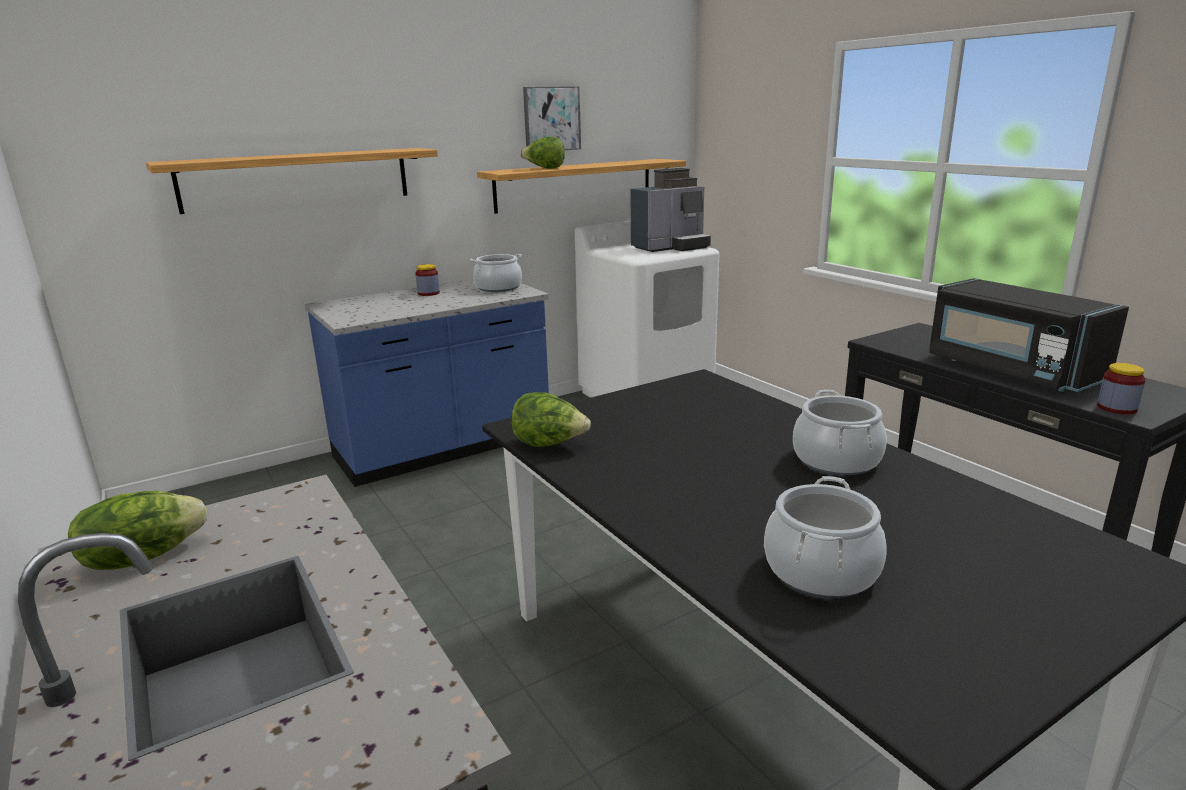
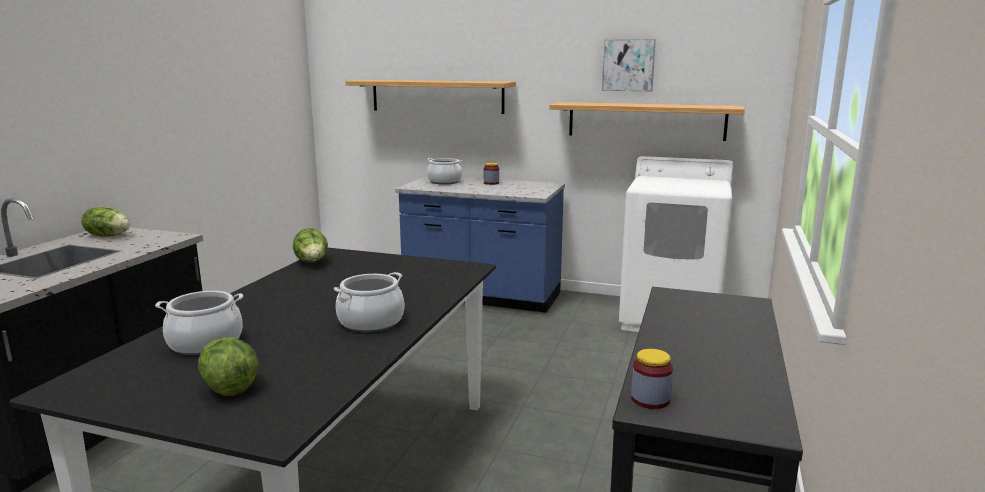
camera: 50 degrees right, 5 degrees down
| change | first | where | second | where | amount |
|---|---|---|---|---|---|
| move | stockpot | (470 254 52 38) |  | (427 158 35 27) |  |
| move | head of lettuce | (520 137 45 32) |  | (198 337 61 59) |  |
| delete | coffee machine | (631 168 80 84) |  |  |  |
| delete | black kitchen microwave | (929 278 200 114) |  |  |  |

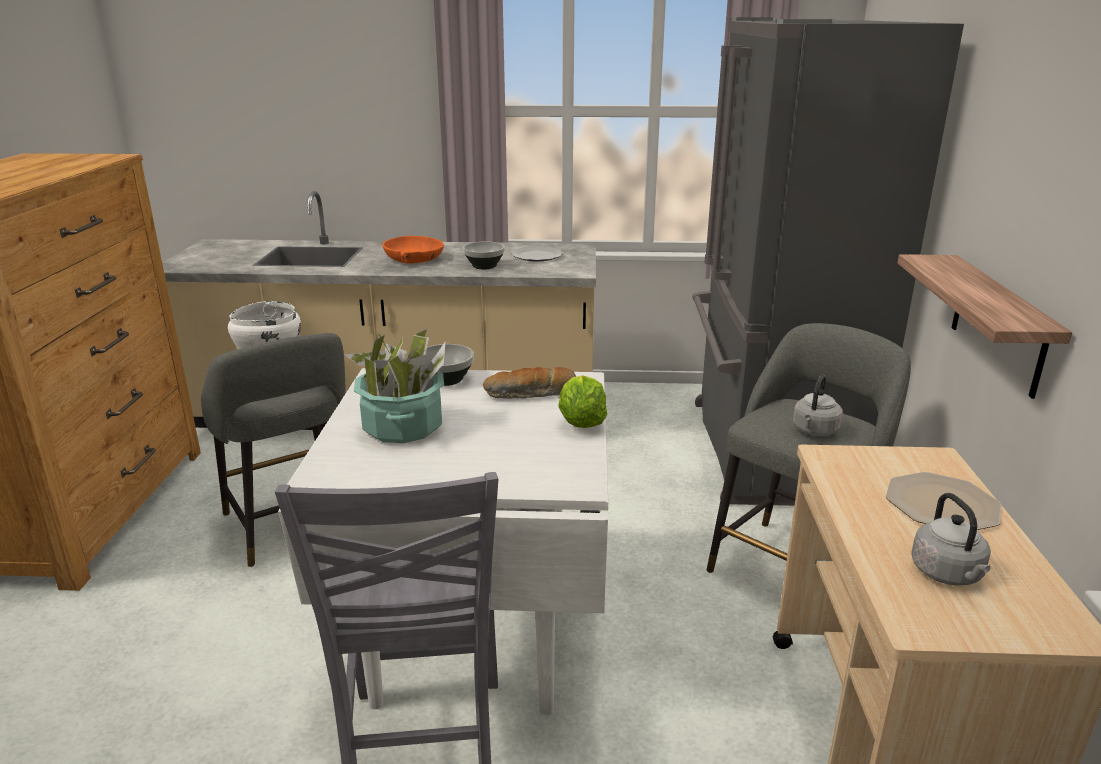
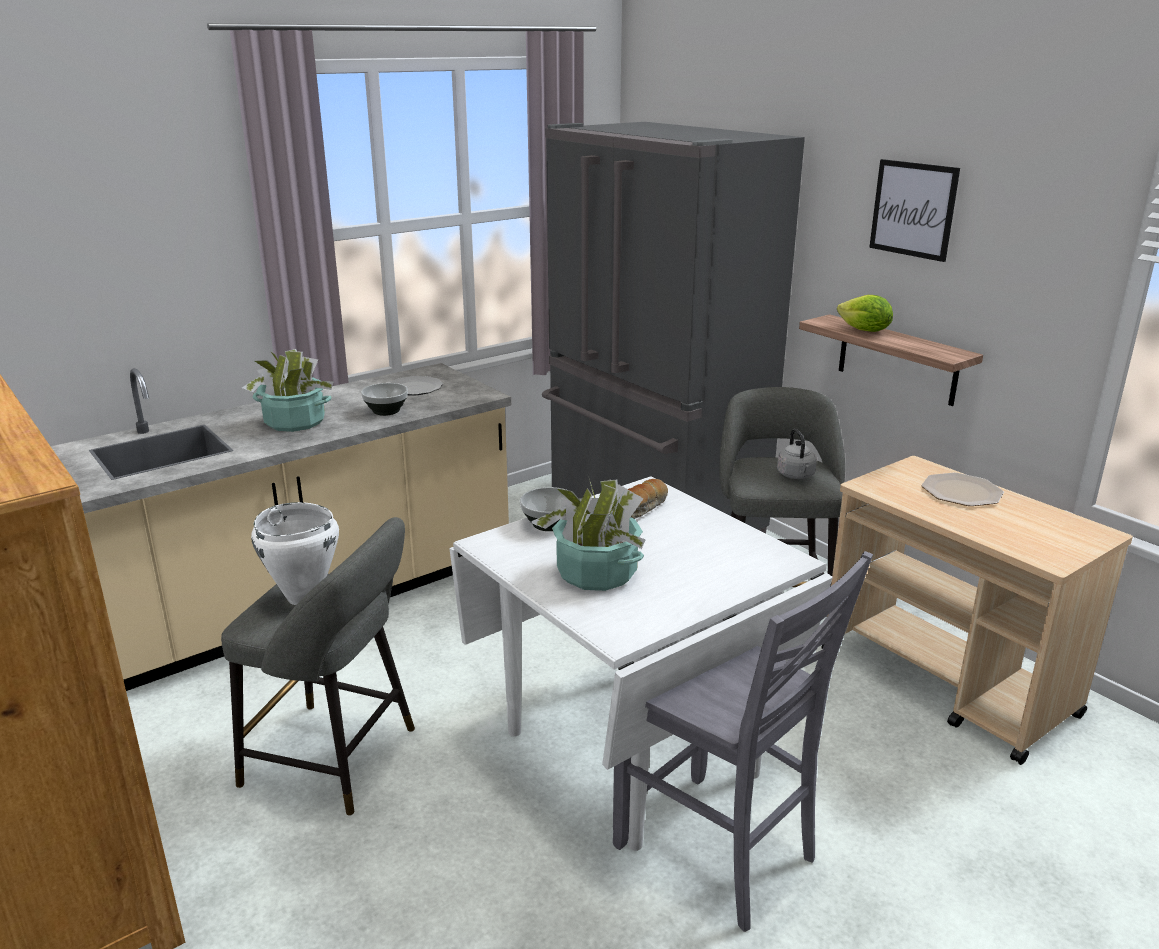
camera: 40 degrees left, 0 degrees up
| change | first | where | second | where | amount |
|---|---|---|---|---|---|
| replace | orangey serving bowl | (382 236 62 28) | plant in a pot | (242 349 91 83) |  |
| move | head of lettuce | (558 376 49 52) |  | (837 295 56 37) |  |
| delete | greyish water kettle | (911 493 80 93) |  |  |  |
| insert |  |  | wall picture | (869 159 91 103) |  |

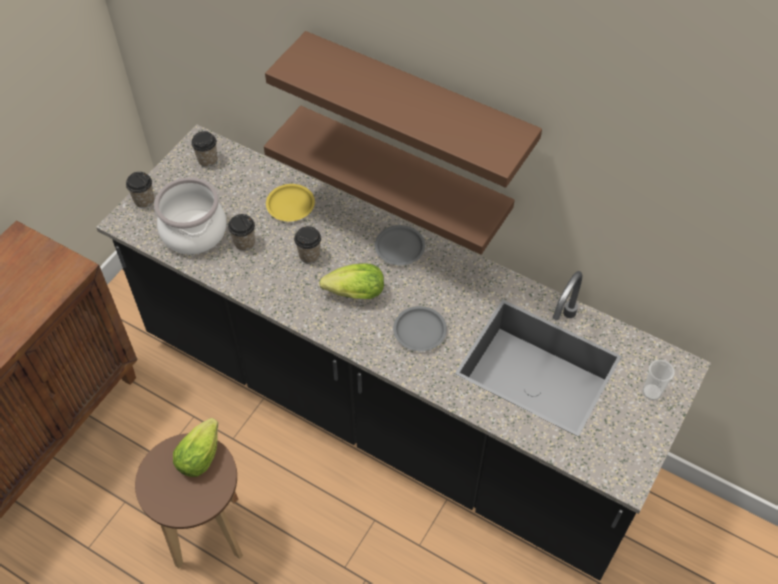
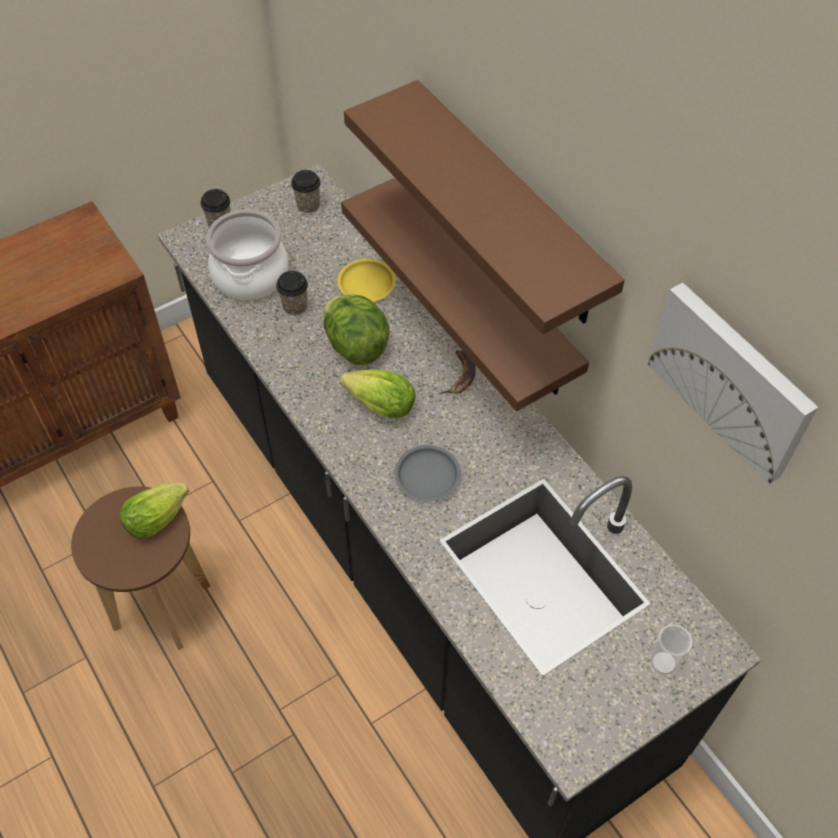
camera: 25 degrees right, 0 degrees up
| change | first | where | second | where | amount |
|---|---|---|---|---|---|
| replace | small cup | (294 226 27 37) | head of lettuce | (323 294 66 71) |  |
| replace | greyish flat dish | (375 225 50 40) | banana | (439 350 37 44) |  |
| insert |  |  | wall picture | (648 283 170 202) |  |

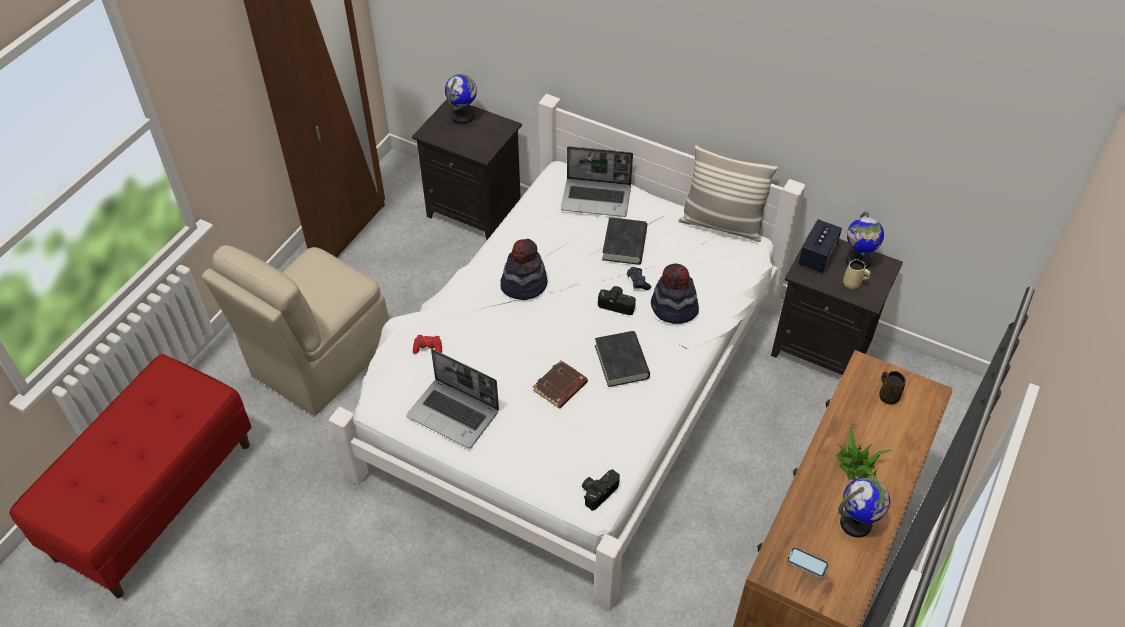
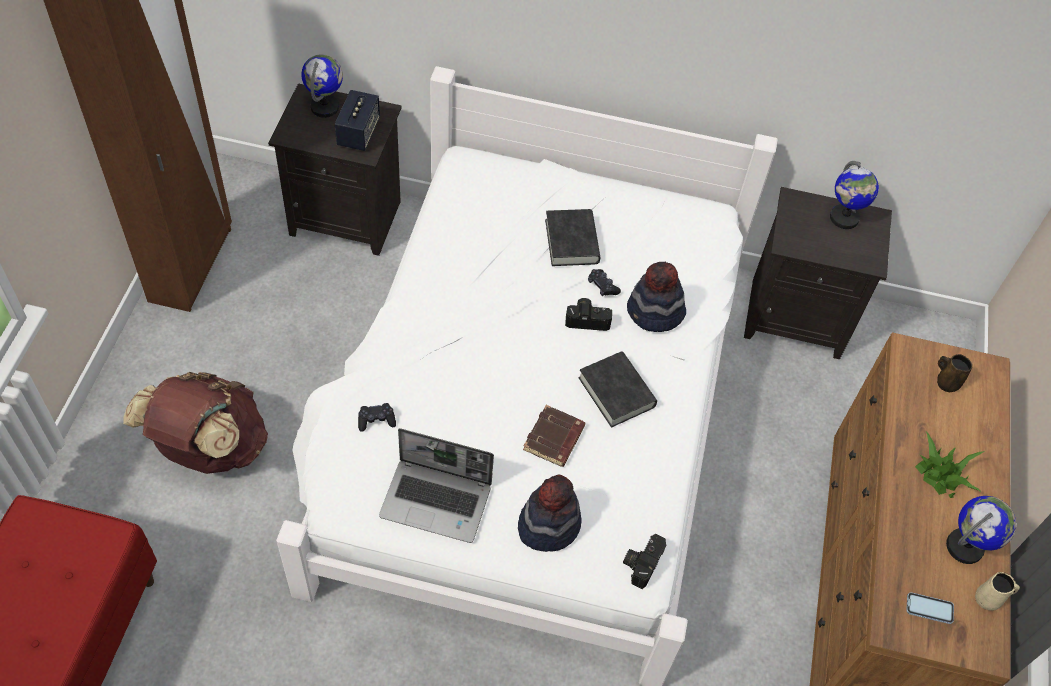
camera: 20 degrees left, 5 degrees up
| change | first | where | second | where | amount |
|---|---|---|---|---|---|
| replace | beige-coloured upright chair | (202 245 187 171) | brownish rucksack | (123 372 145 102) |  |
| recolor | red-coloured game controller | (413 335 29 19) | black game controller | (358 403 38 29) |  |
| move | clothing hat | (500 239 47 61) |  | (518 474 63 78) |  |
| delete | notebook computer | (561 146 72 71) |  |  |  |
| delete | throw pillow | (679 145 99 97) |  |  |  |
| move | loudspeaker | (798 219 44 54) |  | (335 90 45 61) |  |
| move | beige-coloured mug | (843 259 27 31) |  | (975 572 45 39) |  |

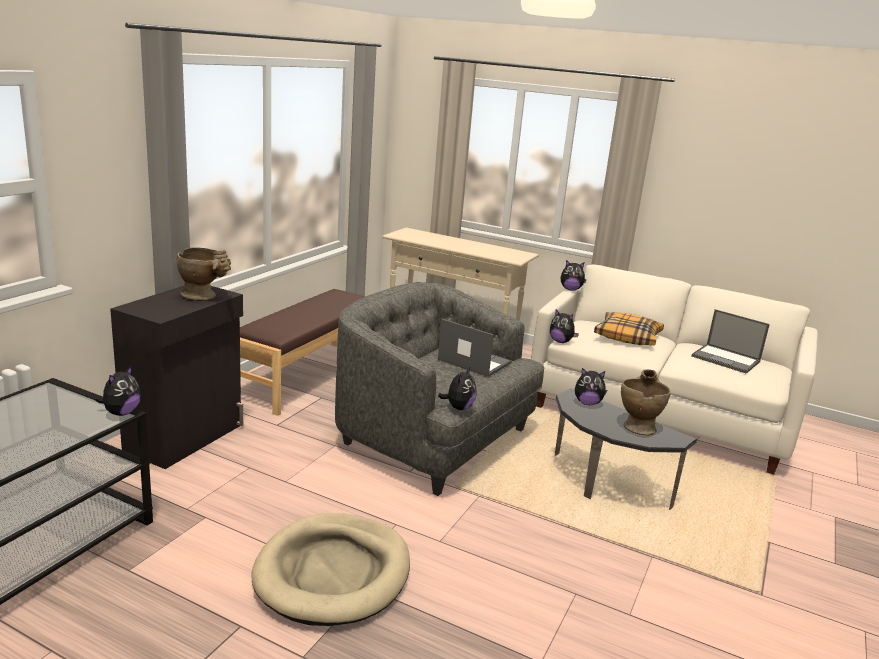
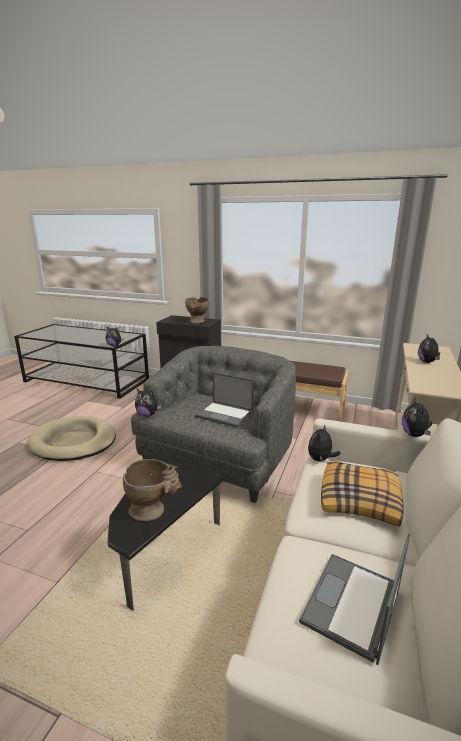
camera: 85 degrees right, 0 degrees up
| change | first | where | second | where | amount |
|---|---|---|---|---|---|
| rotate | notebook computer | (438 319 74 58) |  | (195 373 59 55) | 90 degrees clockwise |
| move | cuddly toy | (575 368 32 37) |  | (418 335 22 28) |  |

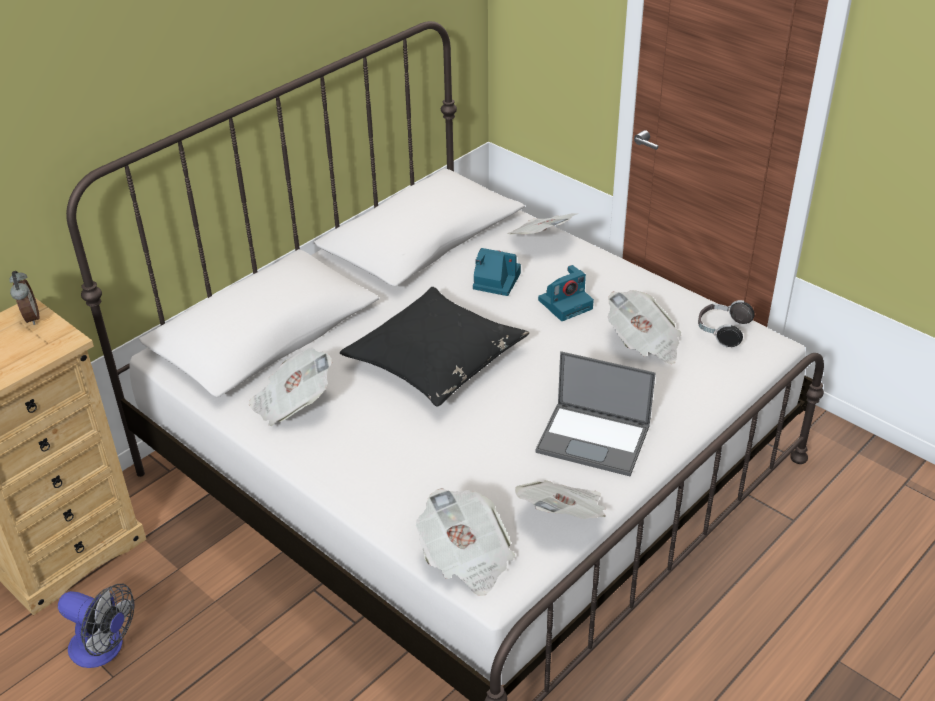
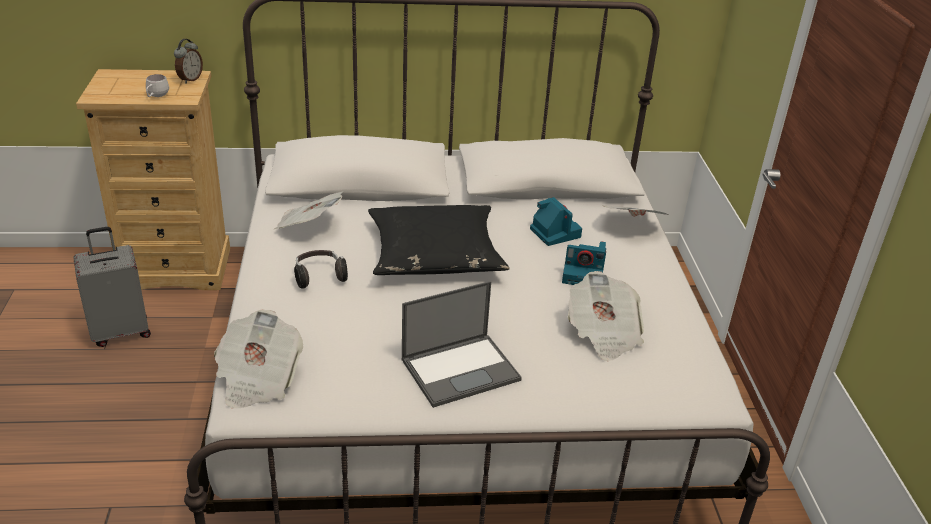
camera: 40 degrees right, 5 degrees down
| change | first | where | second | where | amount |
|---|---|---|---|---|---|
| replace | fan | (58 584 77 84) | greyish travel case | (73 227 78 120) |  |
| delete | daily paper | (515 480 91 39) |  |  |  |
| rotate | notebook computer | (535 351 120 125) |  | (402 281 120 127) | 90 degrees counterclockwise |
| move | headphones | (698 300 57 48) |  | (294 250 54 39) |  |
| insert |  |  | white mug | (146 74 23 23) |  |

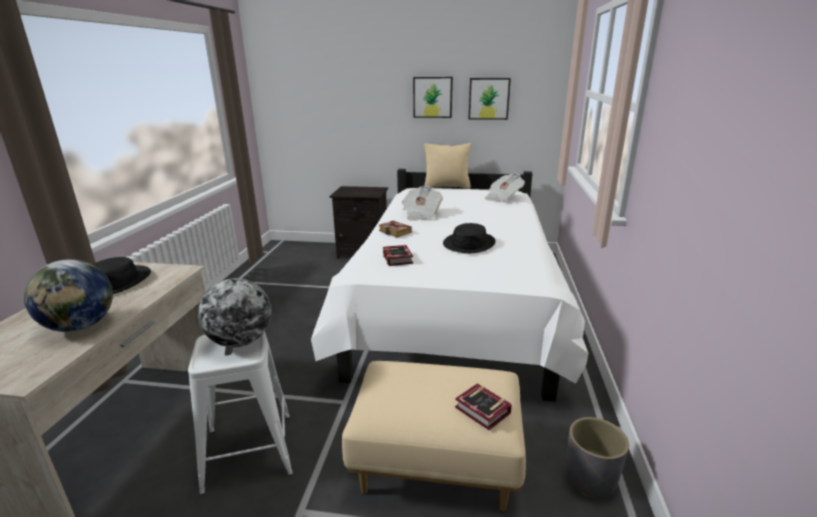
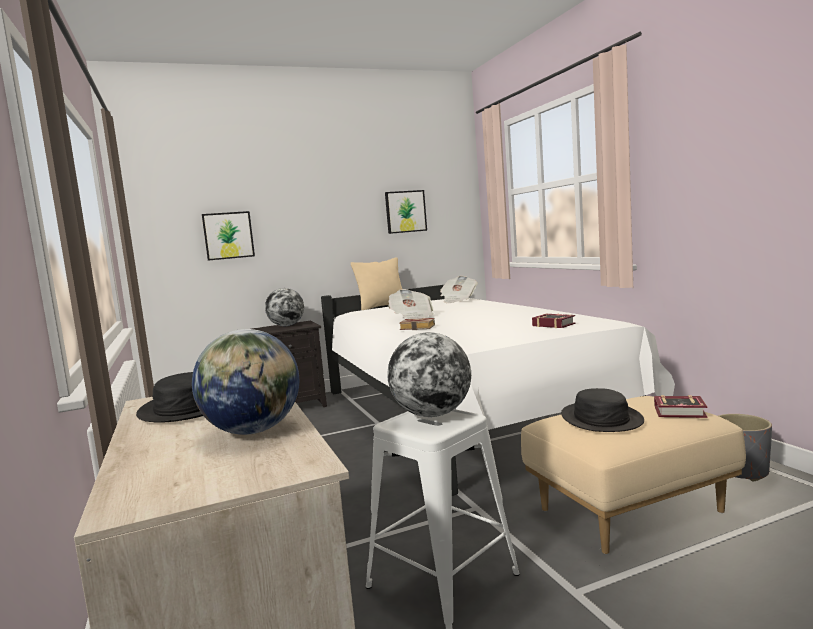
camera: 30 degrees left, 15 degrees down
| change | first | where | second | where | amount |
|---|---|---|---|---|---|
| move | book | (383 245 30 21) |  | (532 314 44 14) |  |
| move | wall picture | (413 77 40 41) |  | (202 211 53 50) |  |
| move | black clothing hat | (443 223 53 30) |  | (561 388 83 44) |  |
| insert |  |  | world globe | (265 288 39 38) |  |

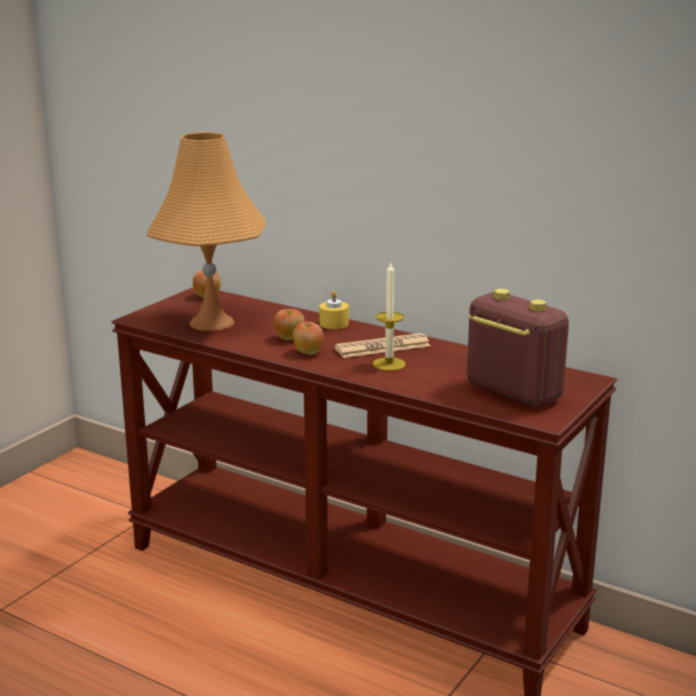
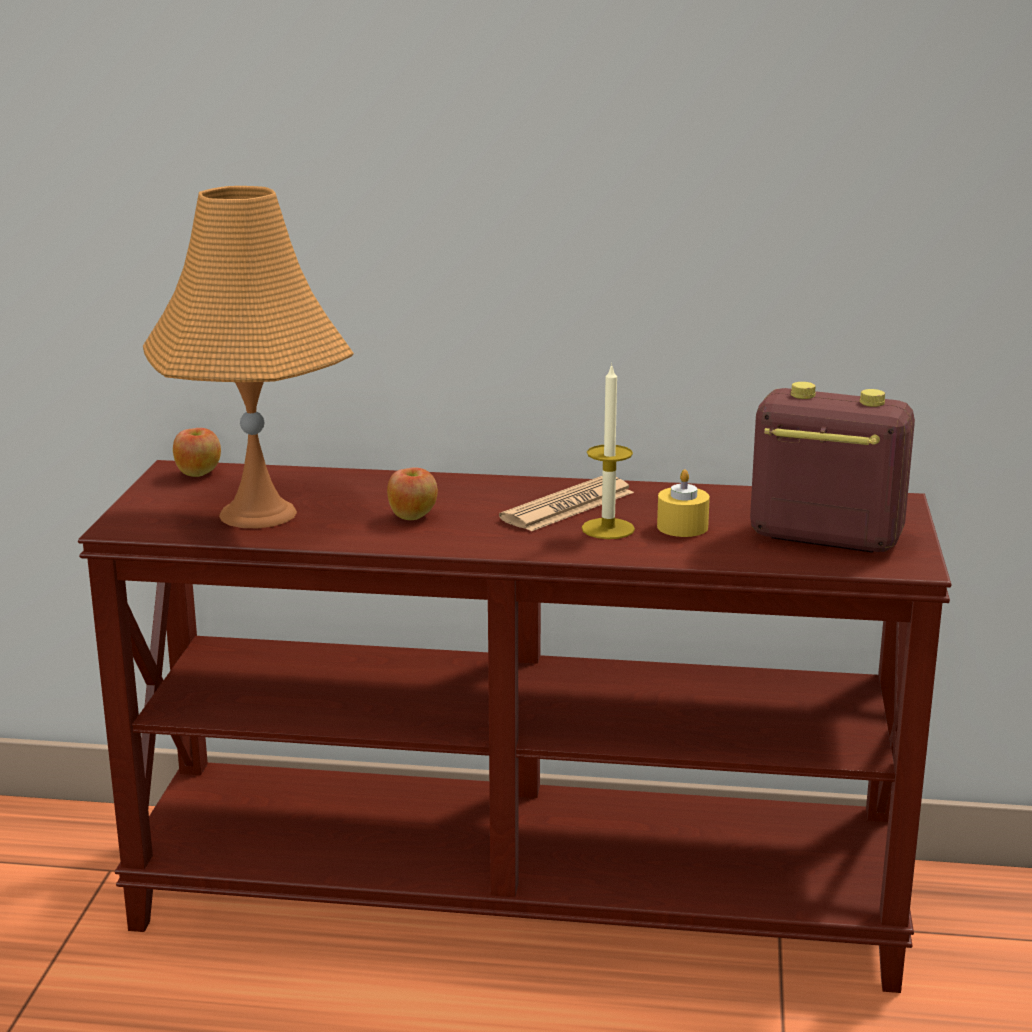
camera: 25 degrees left, 0 degrees up
| change | first | where | second | where | amount |
|---|---|---|---|---|---|
| delete | apple | (293 322 31 33) |  |  |  |
| move | yellow-coloured wax candle | (319 291 30 38) |  | (657 469 53 68) |  |

